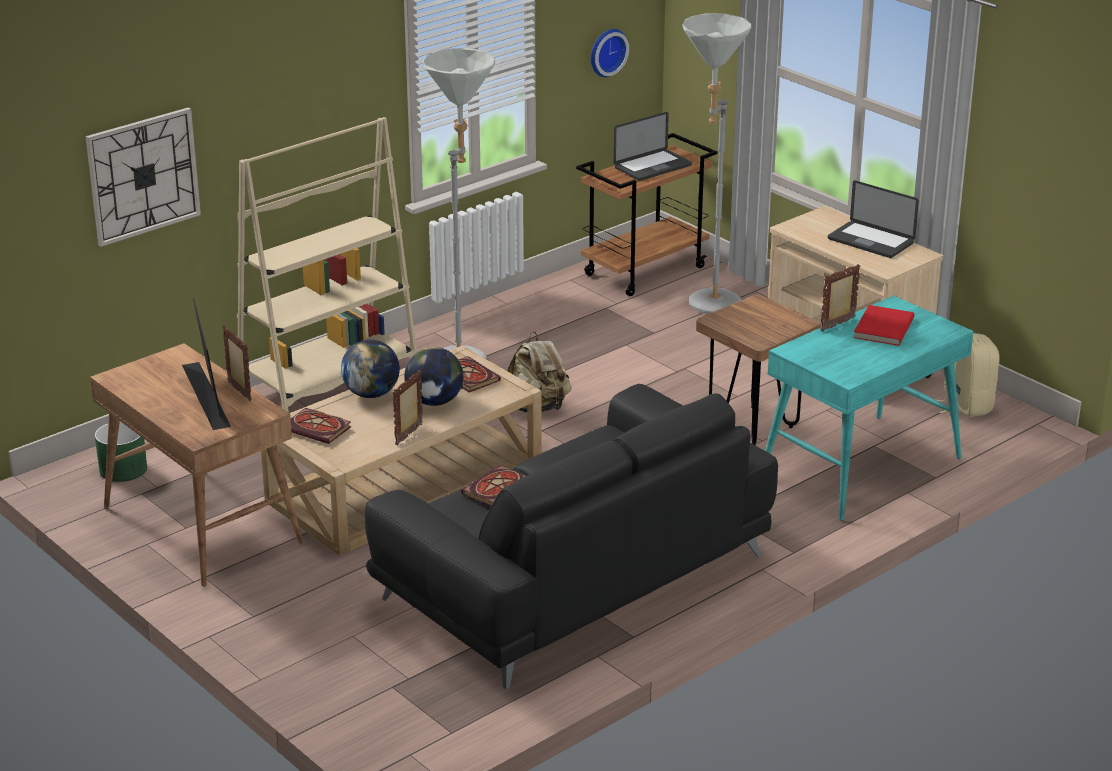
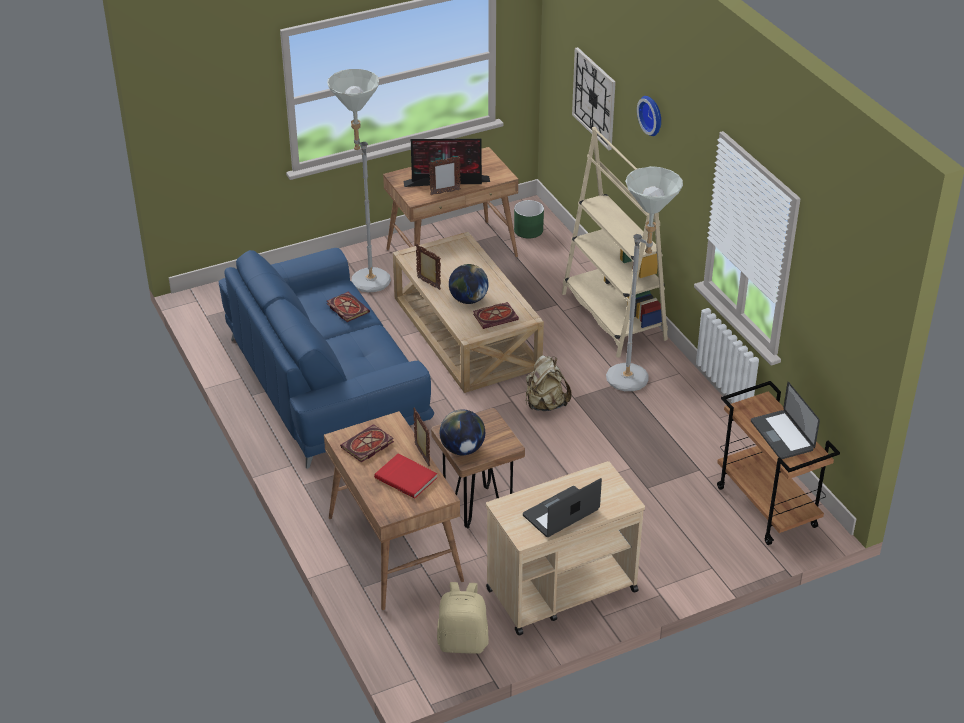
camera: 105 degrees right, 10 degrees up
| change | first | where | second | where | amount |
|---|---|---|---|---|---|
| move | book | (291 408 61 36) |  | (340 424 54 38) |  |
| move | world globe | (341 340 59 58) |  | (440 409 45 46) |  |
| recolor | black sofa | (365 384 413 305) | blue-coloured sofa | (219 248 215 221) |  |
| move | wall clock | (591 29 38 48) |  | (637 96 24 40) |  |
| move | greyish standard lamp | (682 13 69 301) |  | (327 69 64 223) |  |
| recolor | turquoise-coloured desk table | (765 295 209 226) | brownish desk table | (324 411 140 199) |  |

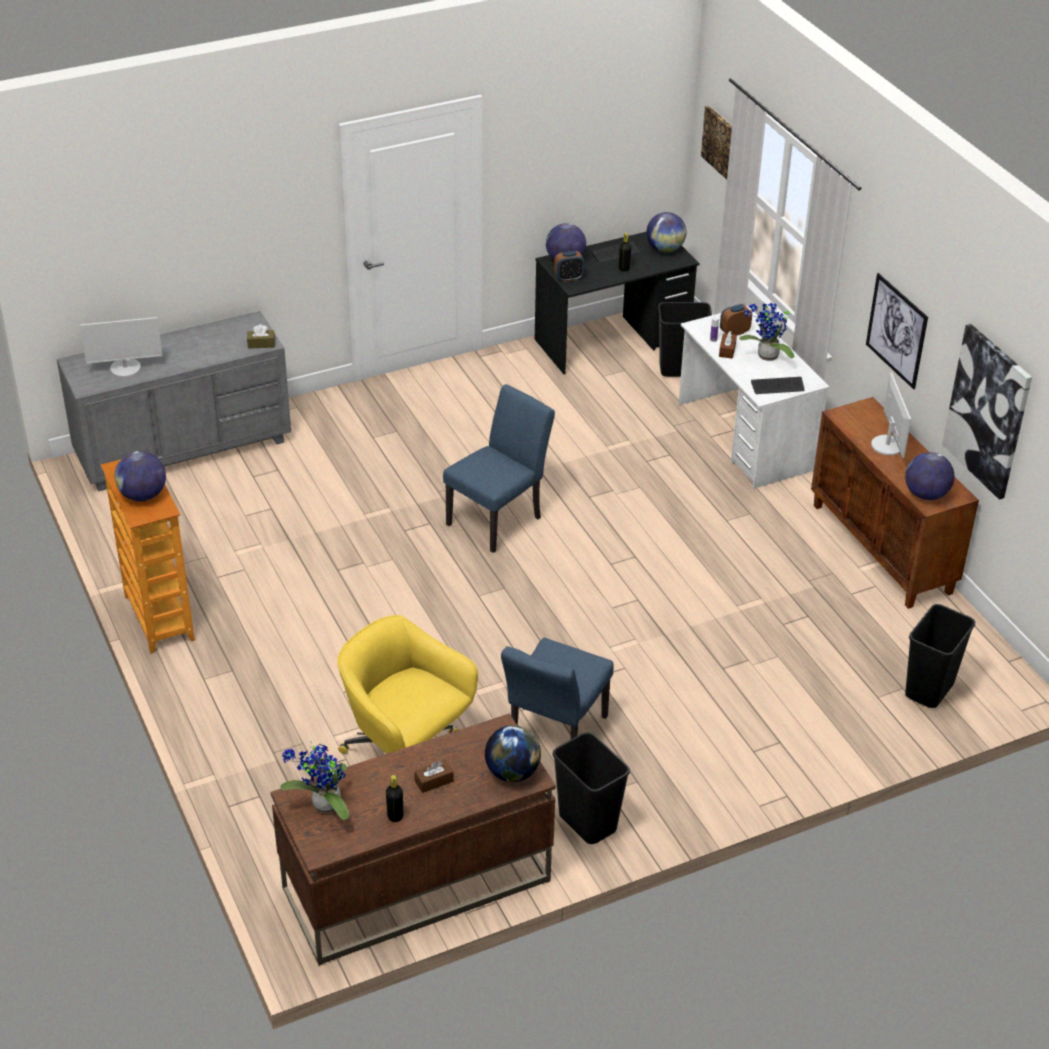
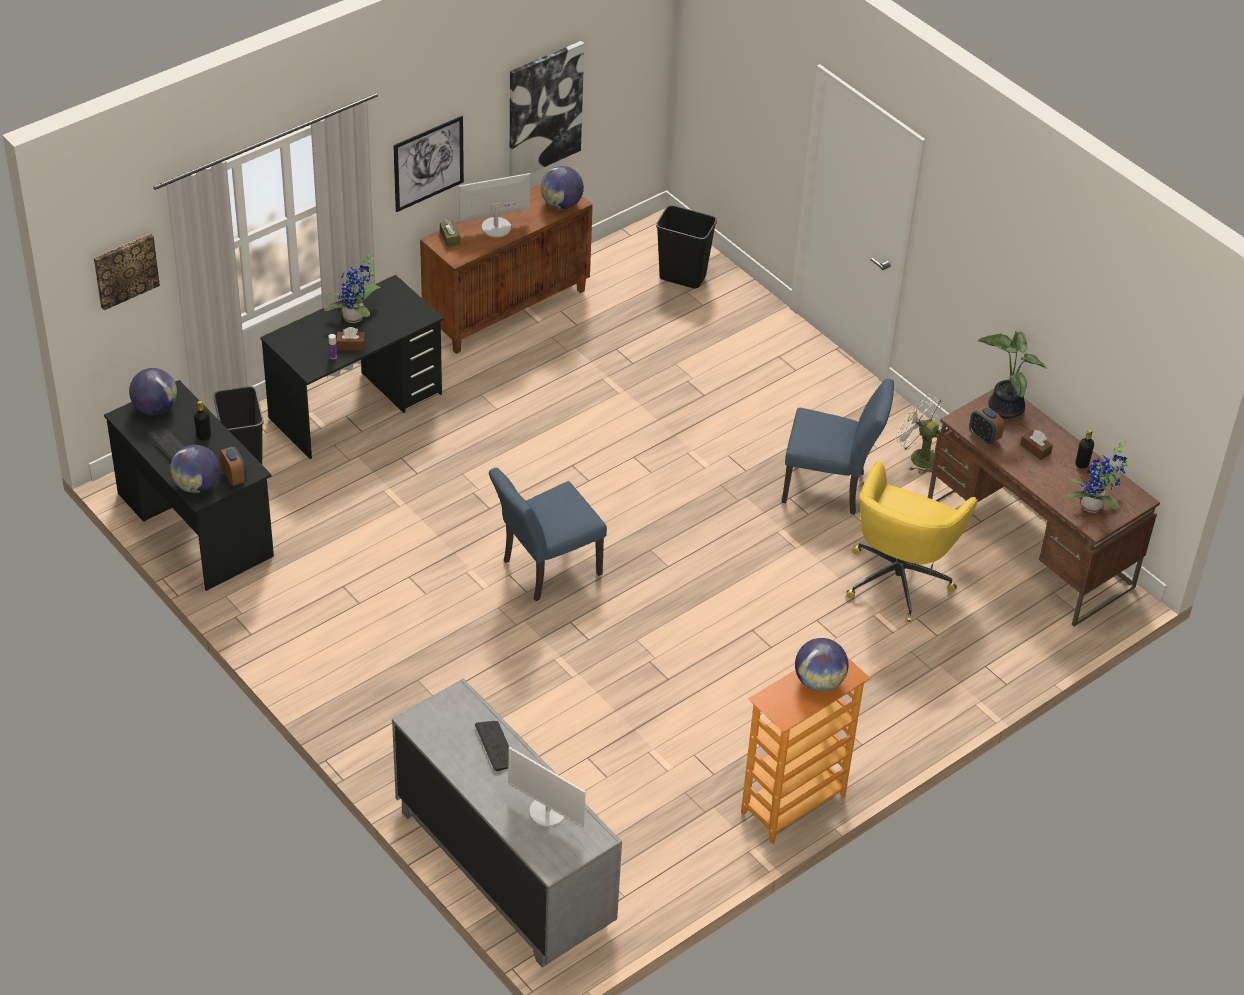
camera: 105 degrees left, 5 degrees up
| change | first | where | second | where | amount |
|---|---|---|---|---|---|
| rotate | monitor | (80 317 83 60) |  | (508 747 78 81) | 150 degrees clockwise |
| move | brownish tissue holder | (247 324 28 25) |  | (440 220 21 27) |  |
| rotate | blue-coloured upright chair | (443 384 112 169) |  | (489 468 118 133) | 60 degrees counterclockwise |
| replace | world globe | (485 725 56 57) | plant in a pot | (977 331 71 88) |  |
| replace | black trash can | (553 732 77 112) | white fan | (895 394 47 80) |  |
| recolor | white desk table | (679 306 151 183) | black desk table | (260 275 184 184) |  |
| move | alarm clock | (720 304 32 31) |  | (969 406 35 38) |  |
| move | computer keyboard | (751 377 53 17) |  | (475 721 34 50) |  |

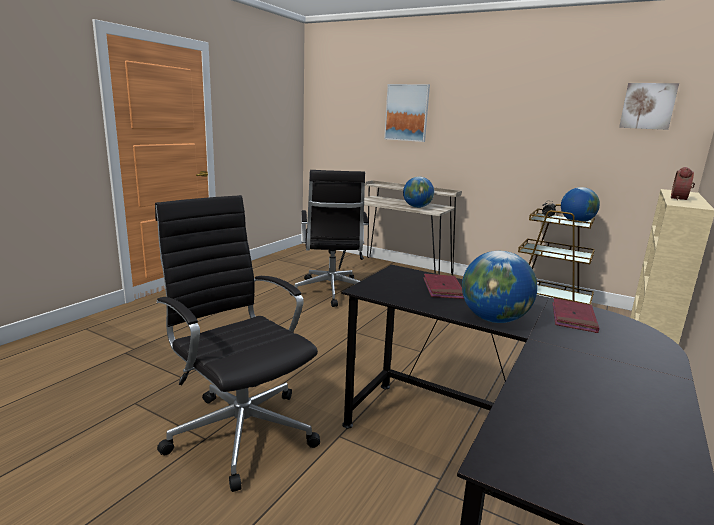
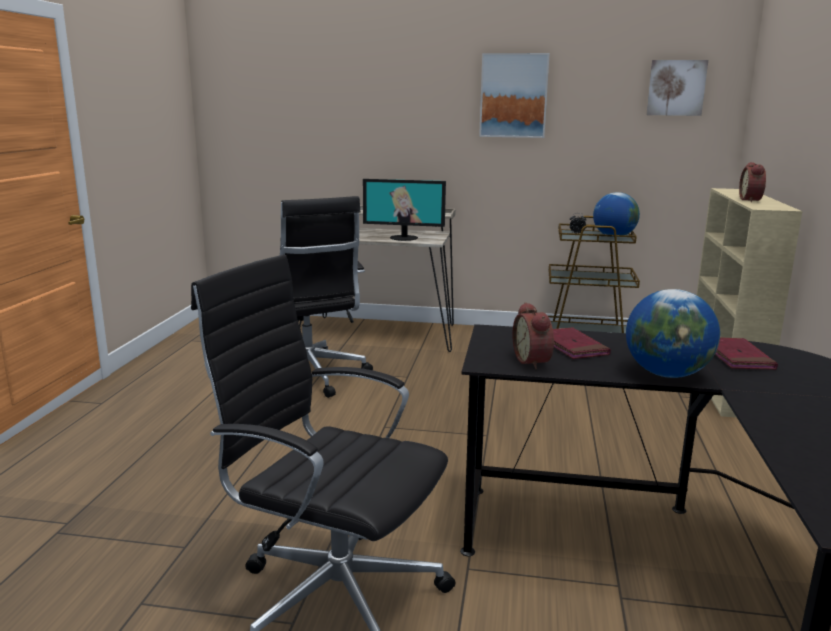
camera: 20 degrees left, 0 degrees up
| change | first | where | second | where | amount |
|---|---|---|---|---|---|
| move | wall picture | (384 84 46 58) |  | (479 53 71 85) |  |
| replace | world globe | (403 177 31 31) | monitor | (363 179 83 62) |  |
| insert |  |  | alarm clock | (512 302 42 67) |  |

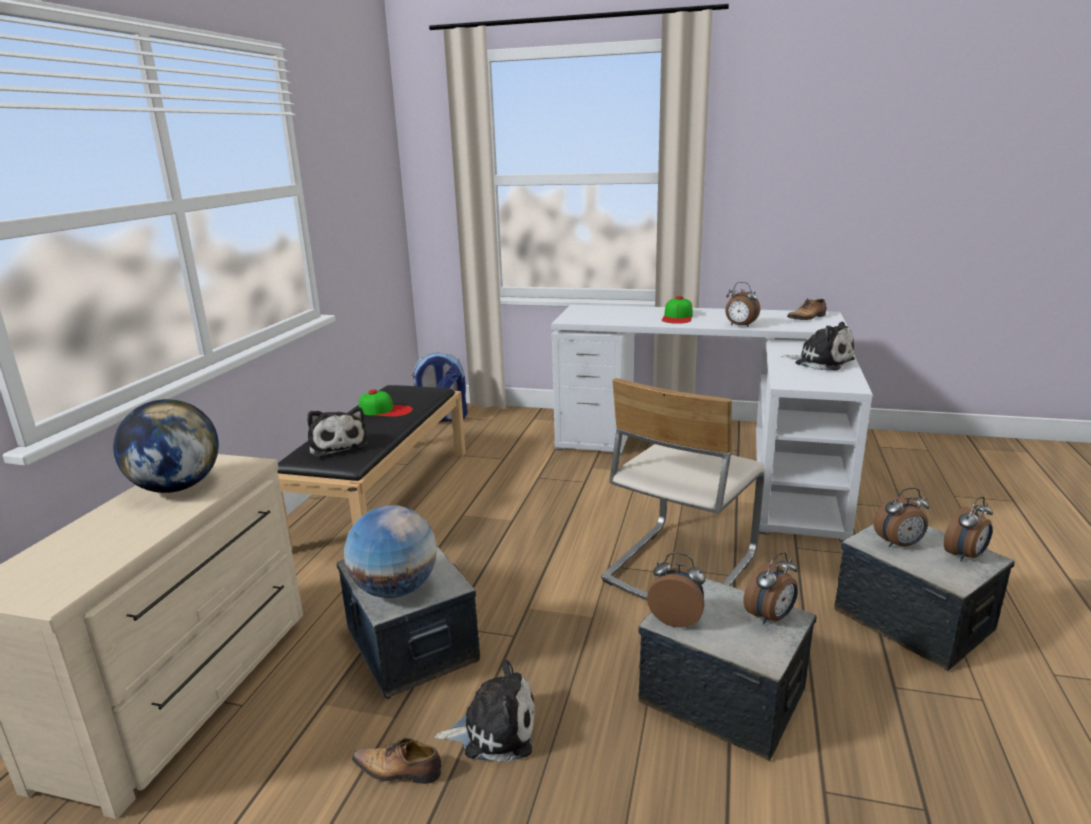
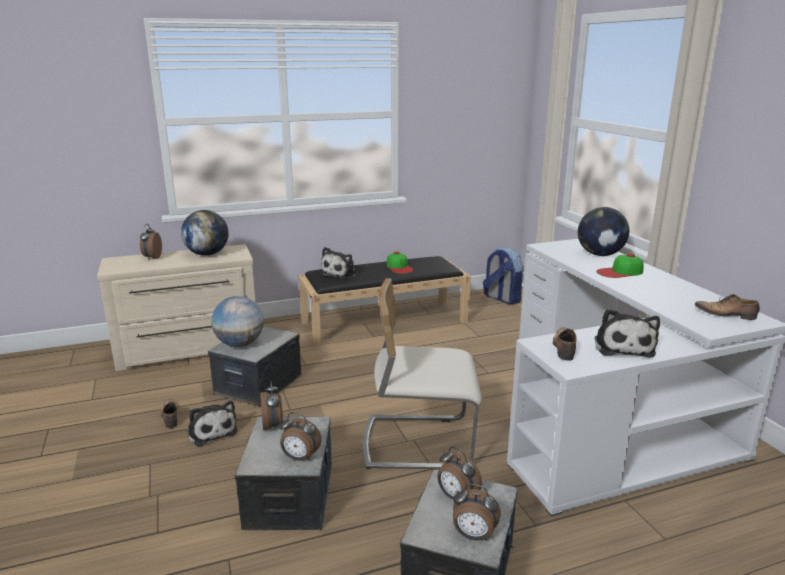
camera: 55 degrees right, 0 degrees up
| change | first | where | second | where | amount |
|---|---|---|---|---|---|
| move | alarm clock | (725 282 35 45) |  | (140 224 22 36) |  |
| insert |  |  | low shoe | (553 327 24 34) |  |
| insert |  |  | world globe | (578 207 51 49) |  |

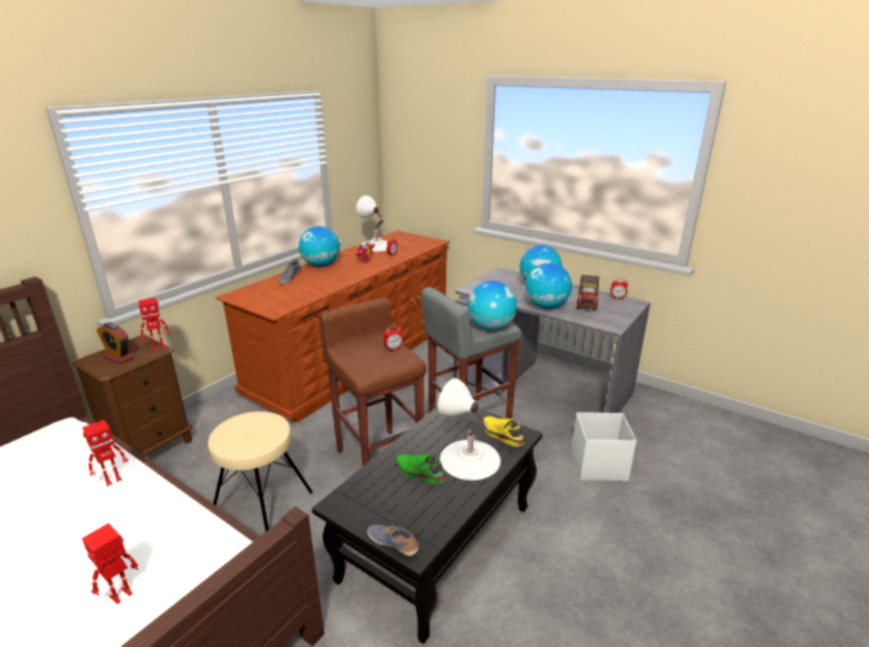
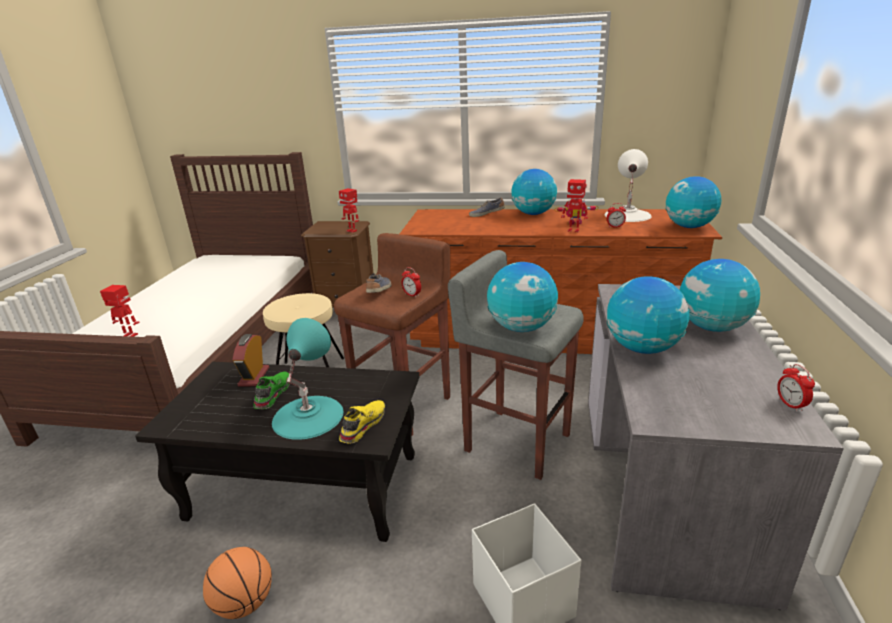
camera: 65 degrees right, 0 degrees up
| change | first | where | second | where | amount |
|---|---|---|---|---|---|
| move | robot figure | (82 420 46 67) |  | (561 179 27 53) |  |
| move | alarm clock | (97 323 38 41) |  | (232 334 37 52) |  |
| move | low shoe | (367 525 52 31) |  | (366 273 25 20) |  |
| recolor | white tabletop lamp | (438 378 63 102) | turquoise-coloured tabletop lamp | (272 318 71 122) |  |
| delete | toy truck | (577 275 22 35) |  |  |  |
| insert |  |  | basketball ball | (203 547 69 72) |  |
| insert |  |  | world globe | (665 176 56 52) |  |

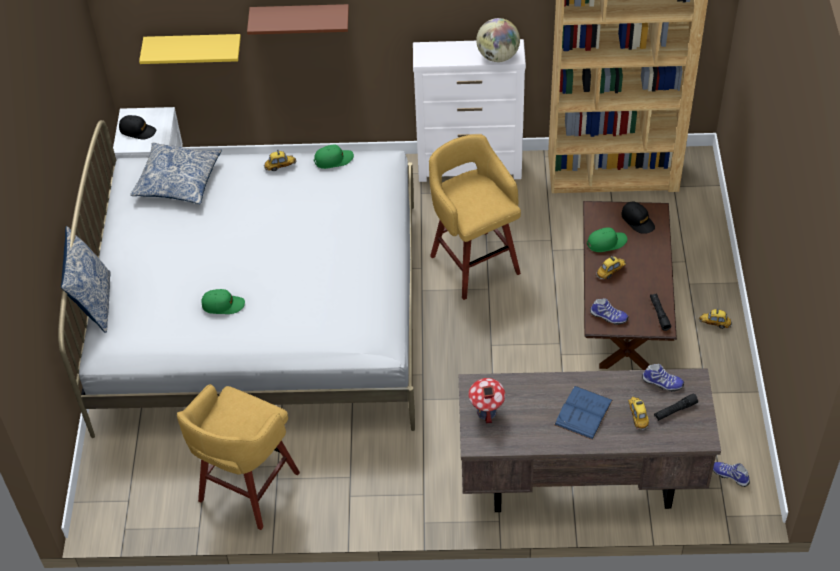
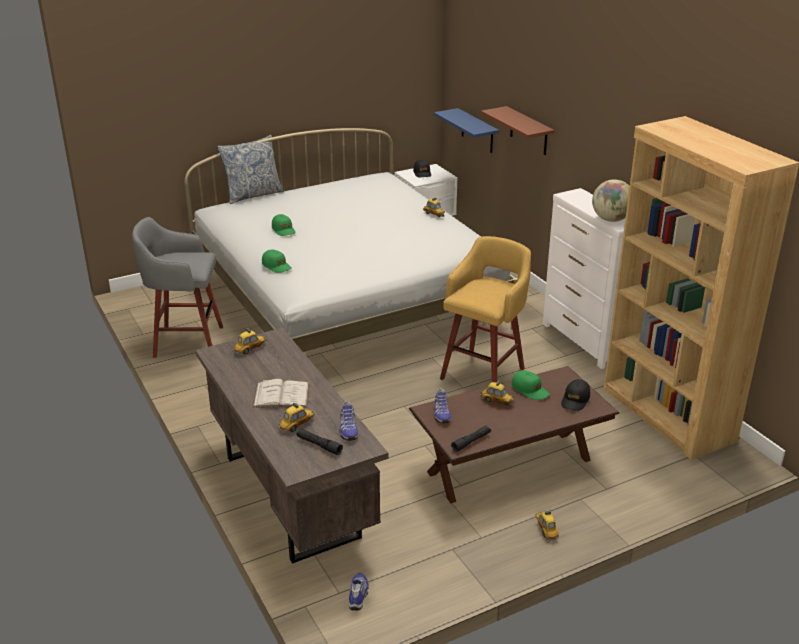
camera: 60 degrees right, 20 degrees down
| change | first | where | second | where | amount |
|---|---|---|---|---|---|
| delete | throw pillow | (130 142 92 62) |  |  |  |
| recolor | yellow-coloured bracket shelf | (139 34 102 30) | blue-coloured bracket shelf | (434 108 65 45) |  |
| recolor | yellow-coloured sitting stool | (177 384 123 146) | greyish sitting stool | (132 217 91 141) |  |
| move | greenish peaked cap | (314 145 40 24) |  | (262 250 30 23) |  |
| replace | miniature house | (468 378 37 46) | model car | (233 328 33 26) |  |
| recolor | blue-coloured book | (554 386 59 54) | white book | (252 379 58 29) |  |

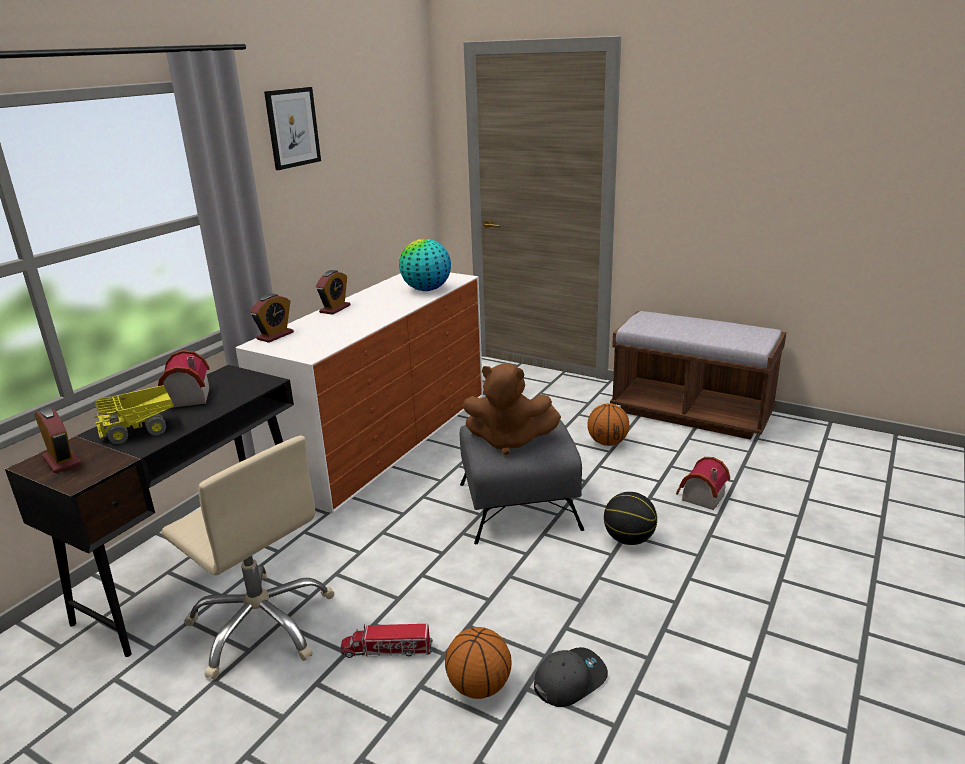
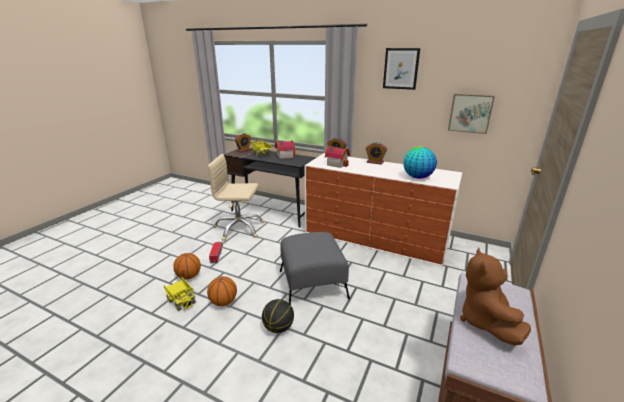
camera: 85 degrees right, 0 degrees up
| change | first | where | second | where | amount |
|---|---|---|---|---|---|
| rotate | beige-coloured computer chair | (161 435 173 245) |  | (207 154 58 87) | 60 degrees clockwise |
| move | brownish cuddly toy | (463 363 98 92) |  | (460 248 71 98) |  |
| replace | greyish peaked cap | (534 647 74 60) | toy truck | (164 277 32 34) |  |
| move | basketball ball | (587 404 42 42) |  | (207 276 30 30) |  |
| move | miniature house | (676 457 54 53) |  | (325 146 25 22) |  |
| insert |  |  | wall picture | (448 94 47 40) |  |

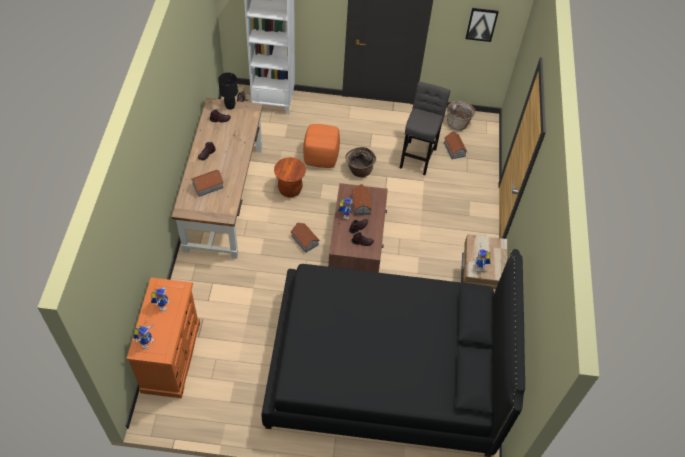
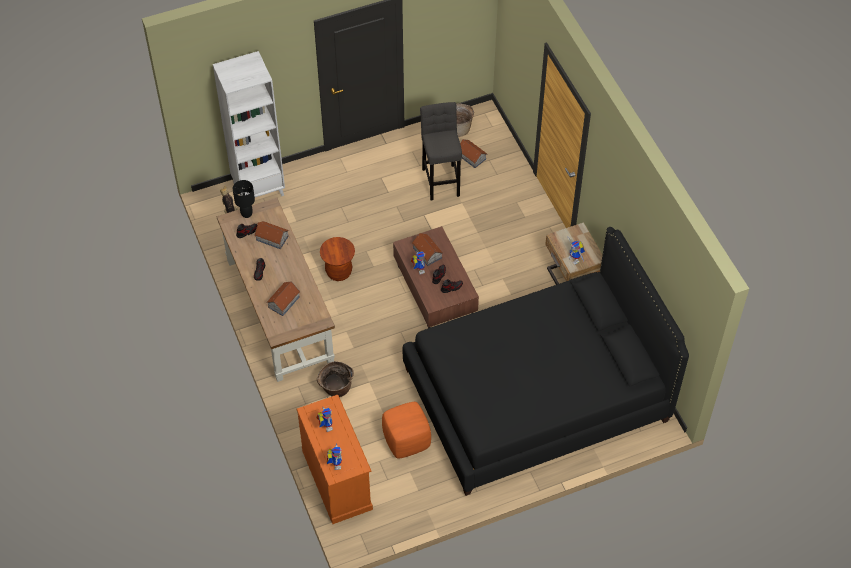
camera: 25 degrees left, 0 degrees up
| change | first | where | second | where | amount |
|---|---|---|---|---|---|
| move | miniature house | (290 223 30 30) |  | (255 221 34 28) |  |
| move | orangey footrest | (303 124 37 44) |  | (382 402 49 57) |  |
| move | storage basket | (346 147 30 31) |  | (317 361 37 36) |  |
| delete | wall picture | (466 8 33 34) |  |  |  |

